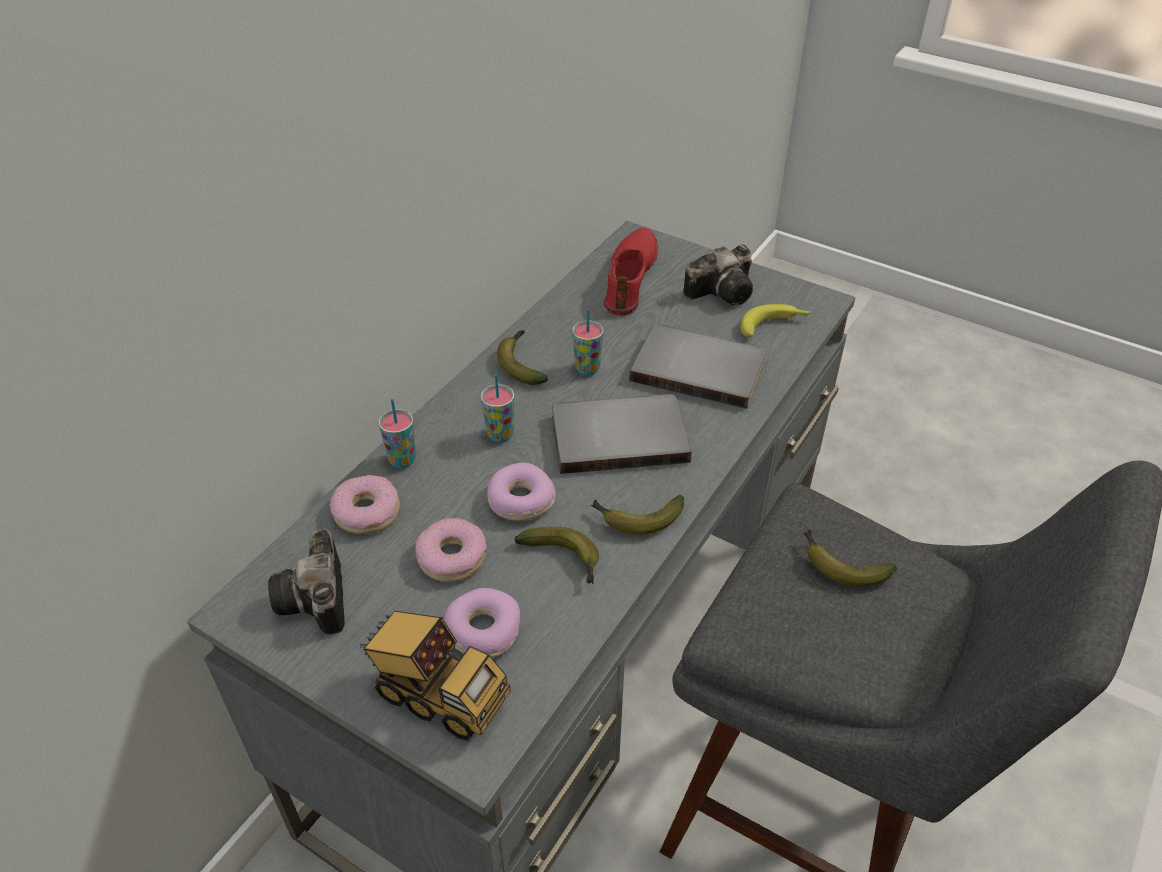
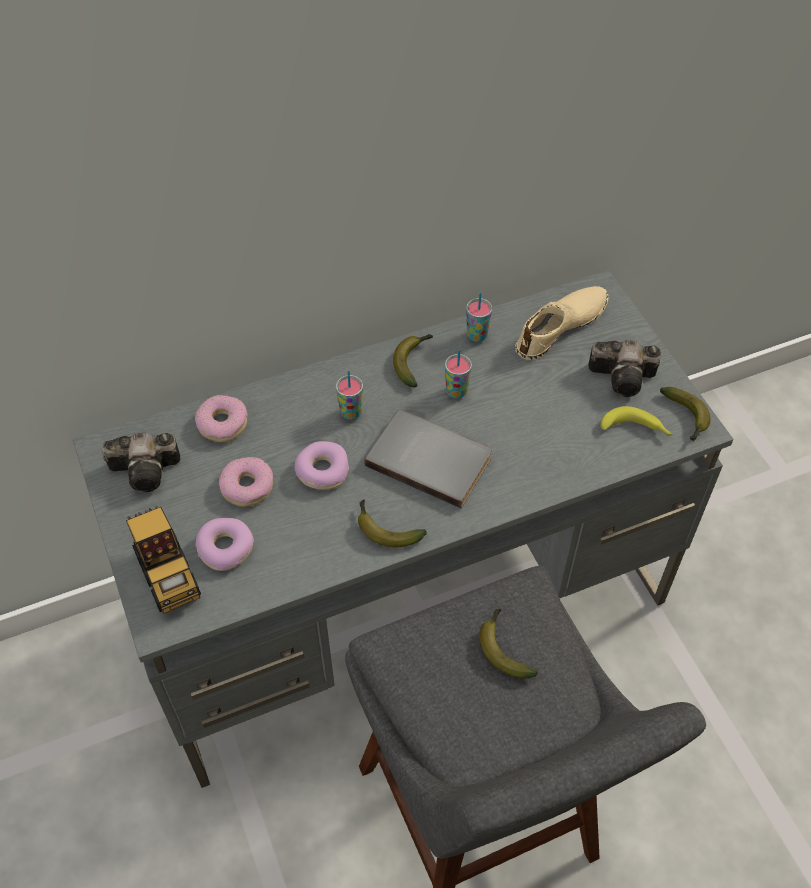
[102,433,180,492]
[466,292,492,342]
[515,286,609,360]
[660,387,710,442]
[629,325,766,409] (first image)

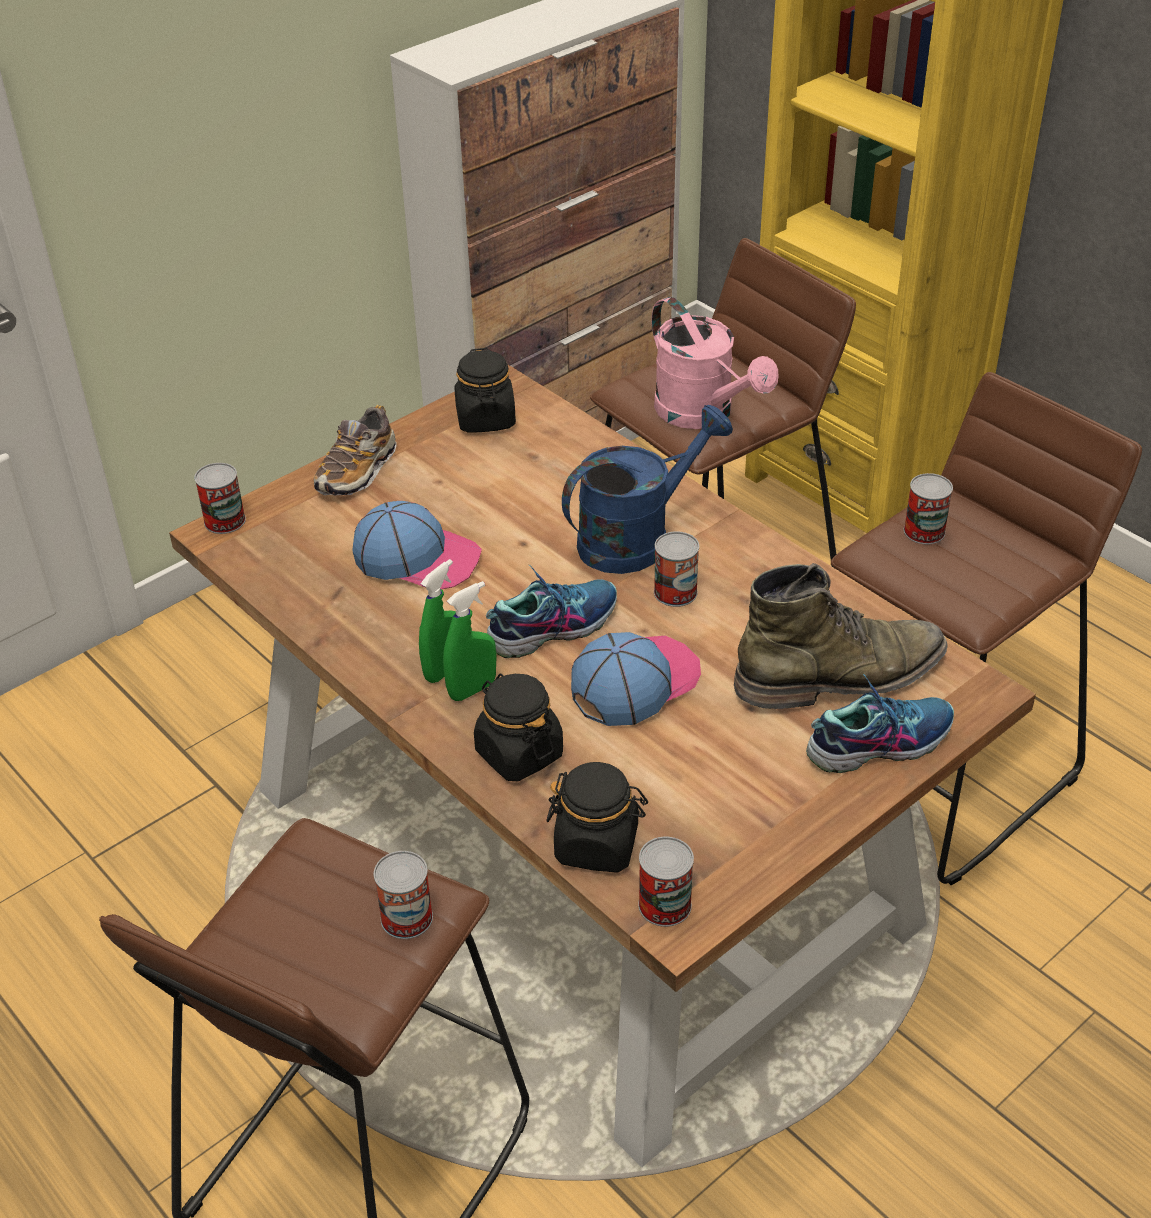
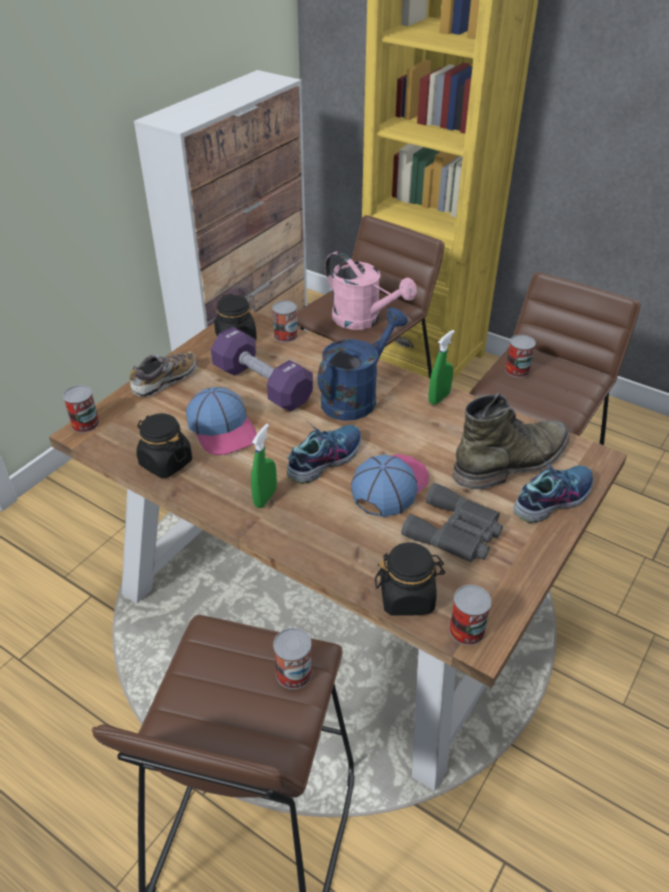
[129,352,197,397]
[136,413,192,478]
[186,387,257,455]
[211,327,313,411]
[272,301,298,342]
[401,483,503,563]
[428,330,455,405]

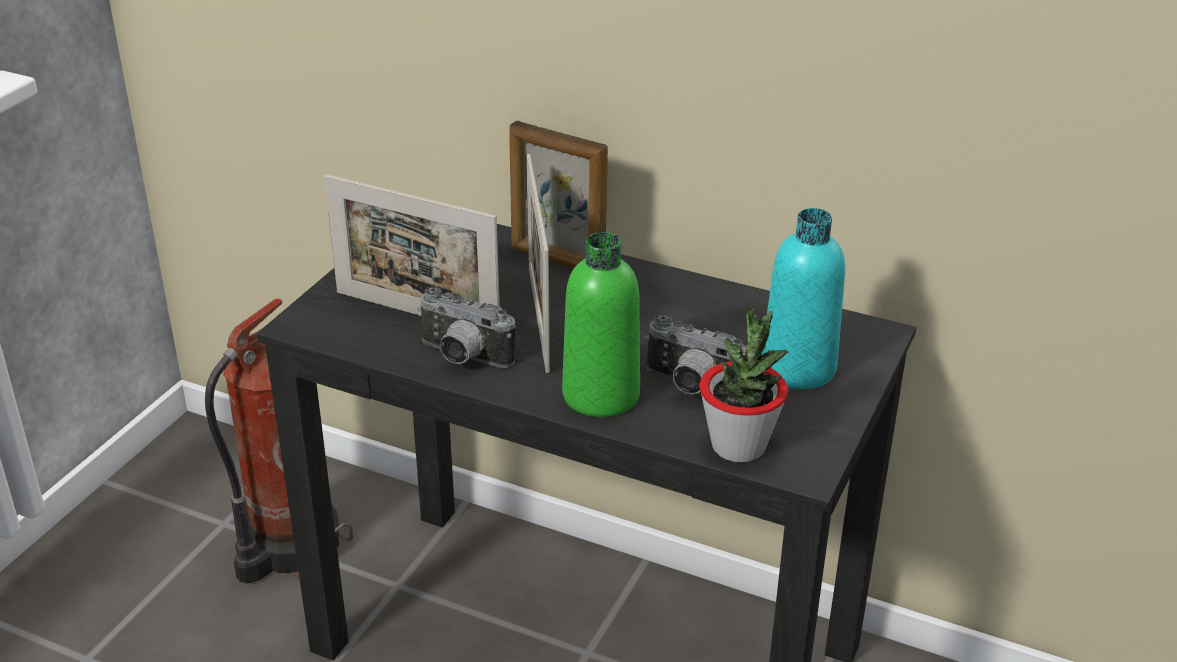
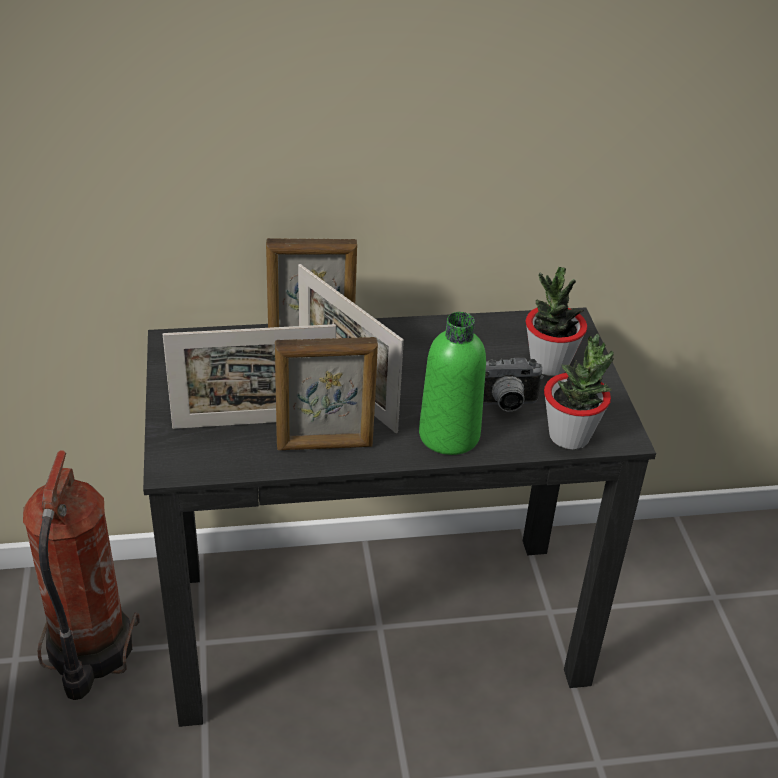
[275,337,378,450]
[526,267,587,376]

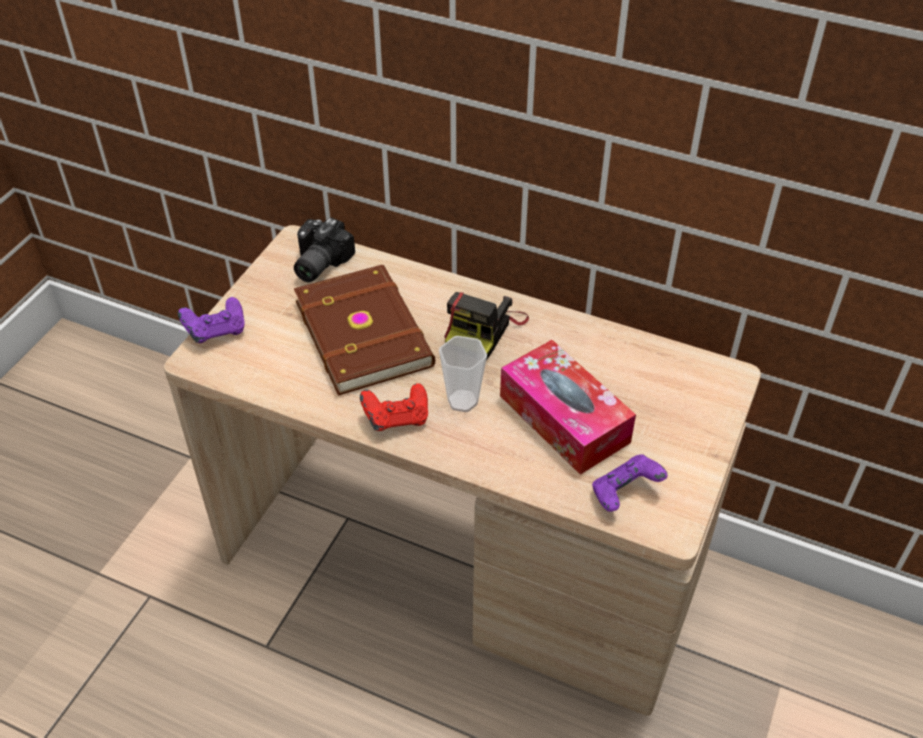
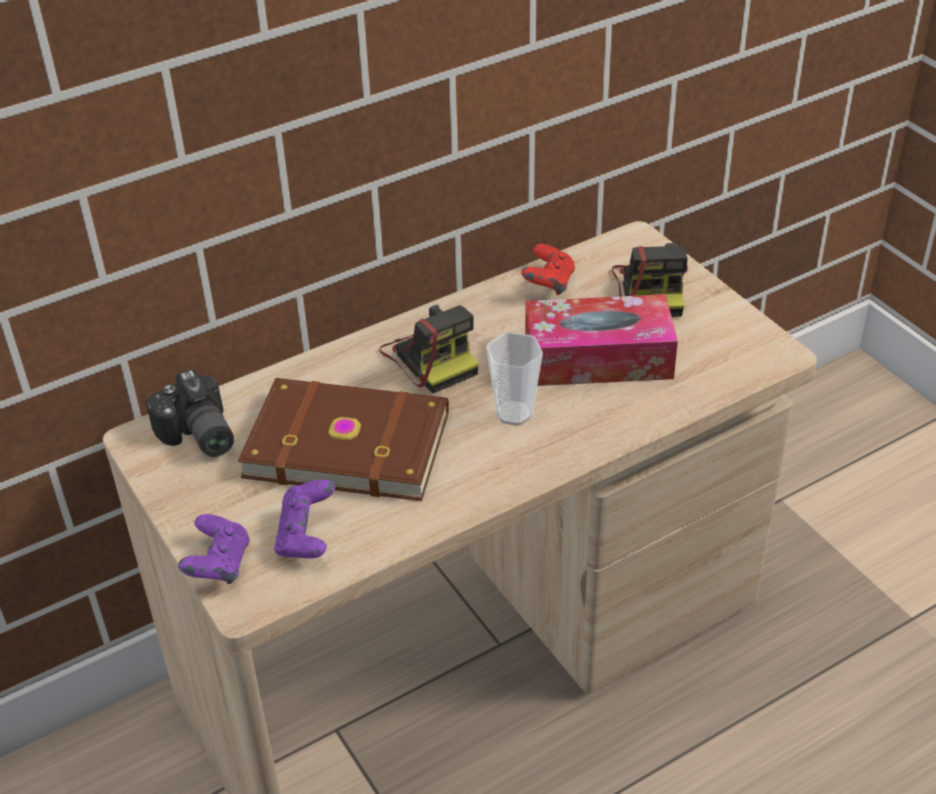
[274,479,335,558]
[521,244,575,295]
[612,243,688,317]

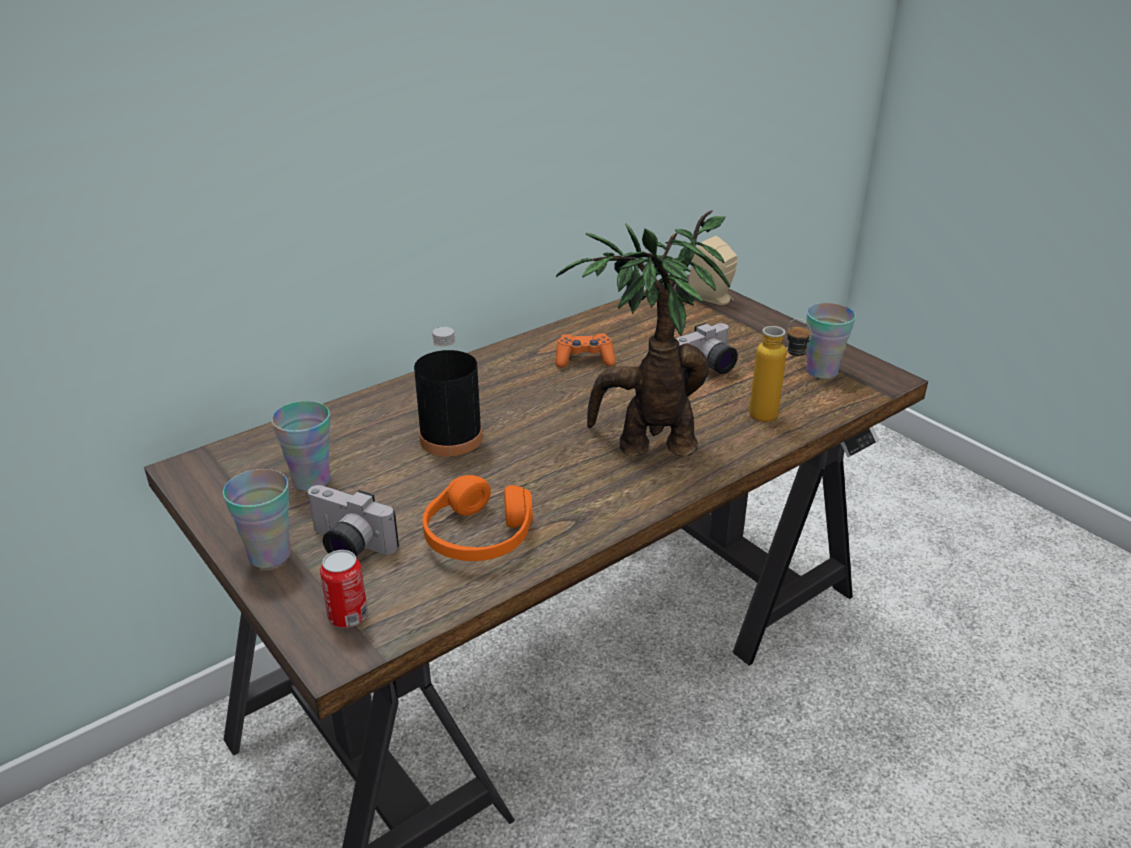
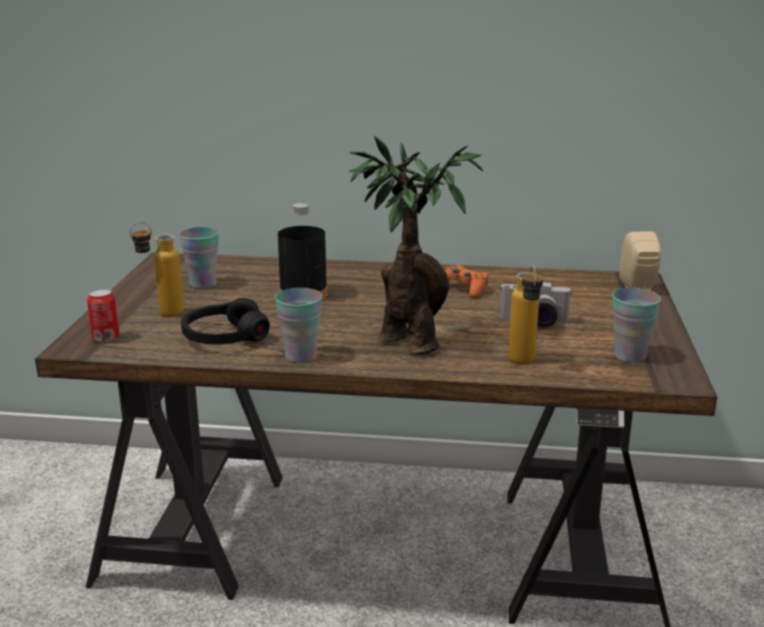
[130,222,184,317]
[181,298,270,345]
[275,288,323,363]

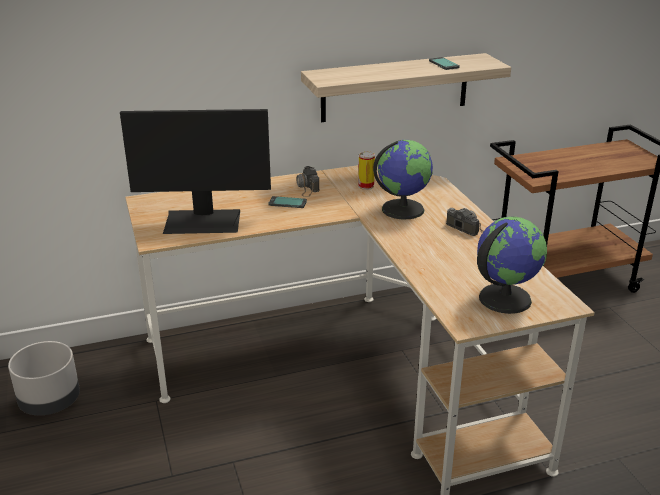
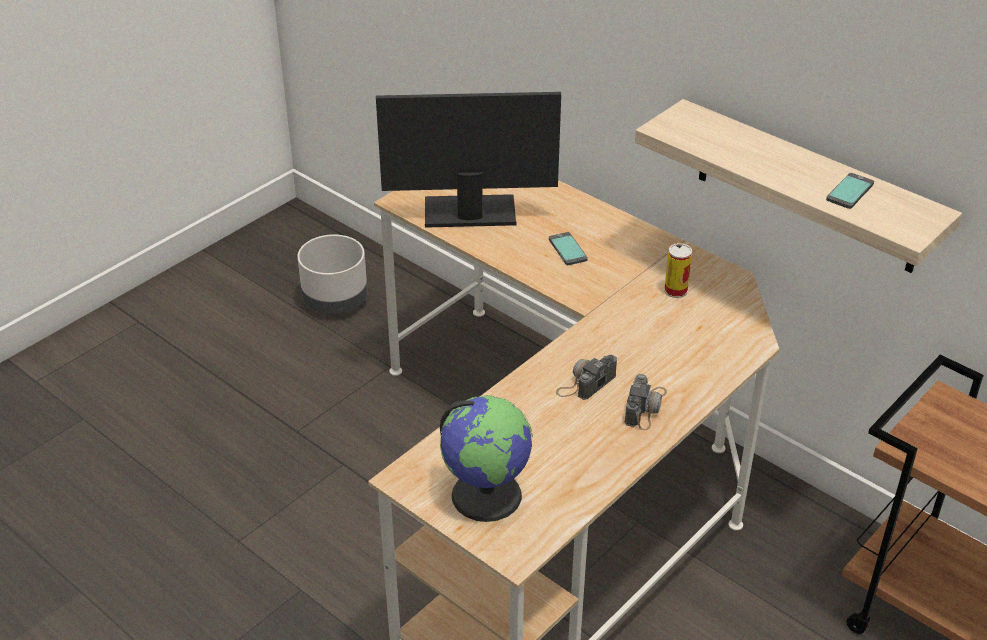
[376,92,561,228]
[556,355,617,400]
[373,140,433,220] (first image)

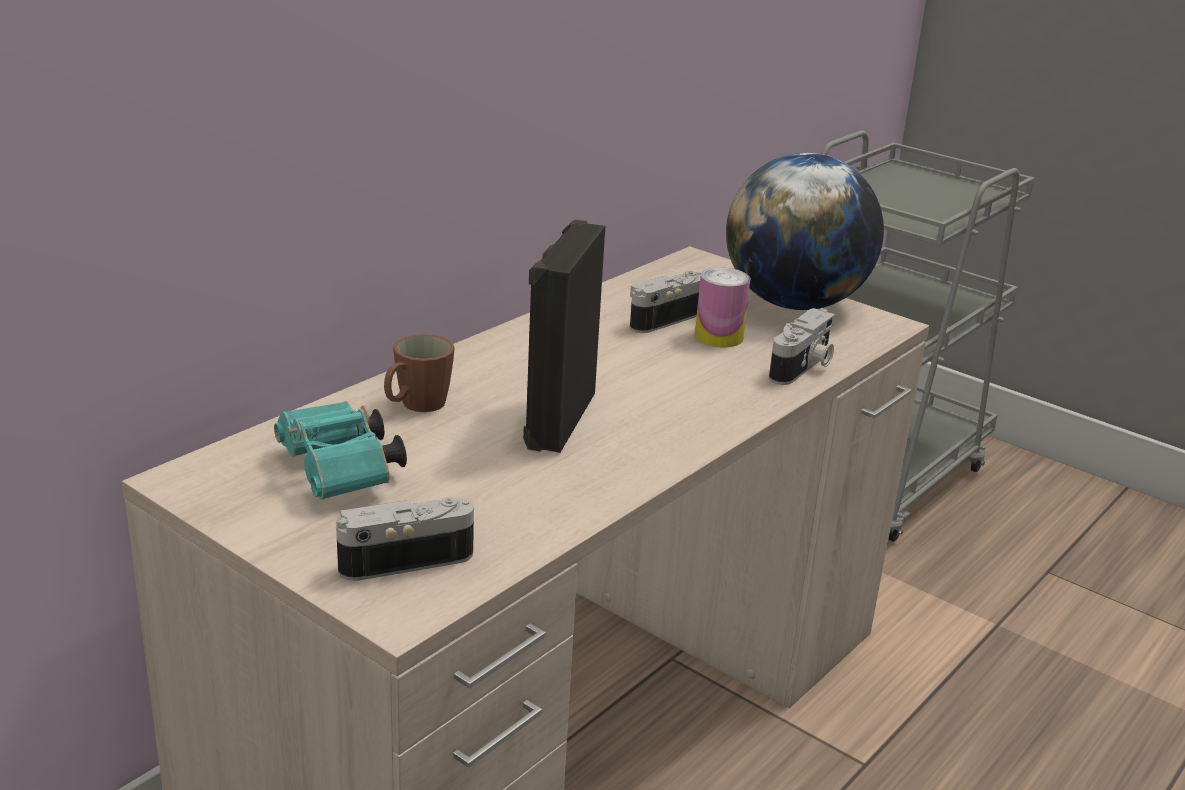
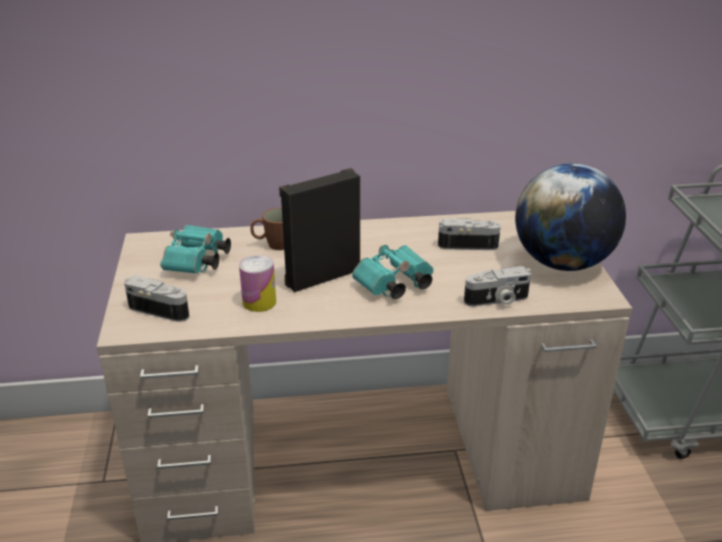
[239,255,276,312]
[352,245,433,299]

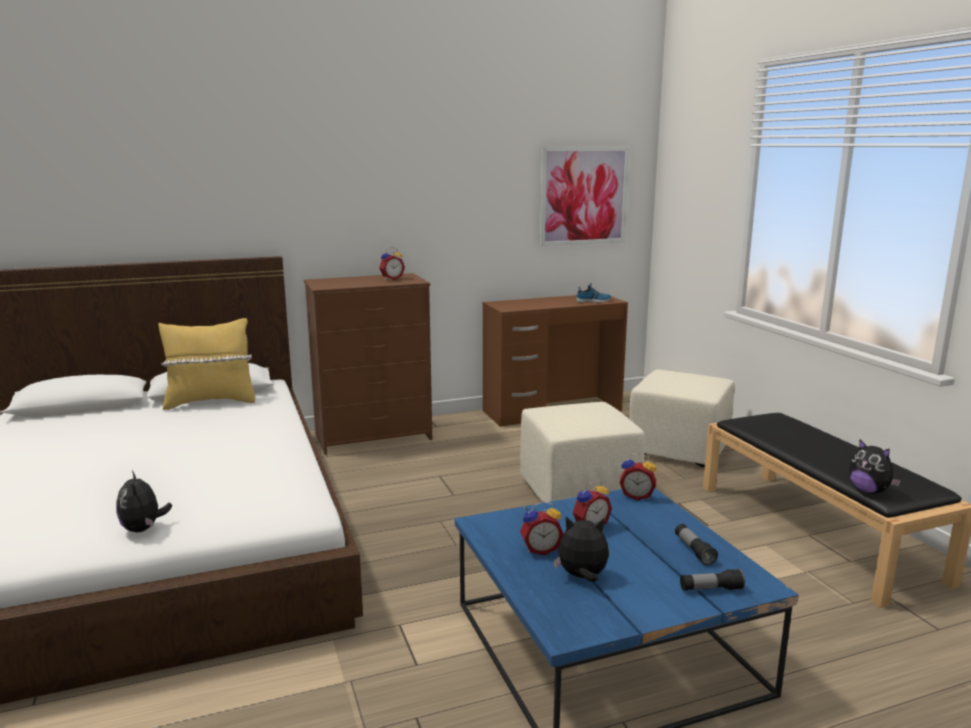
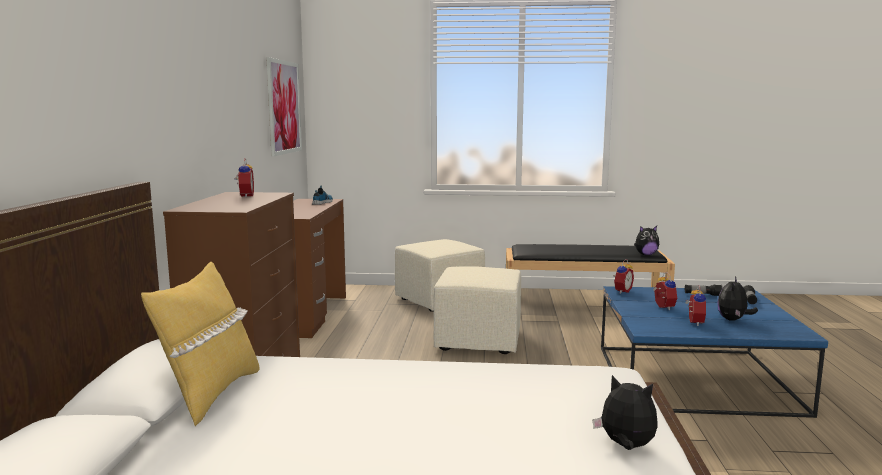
[593,375,658,450]

